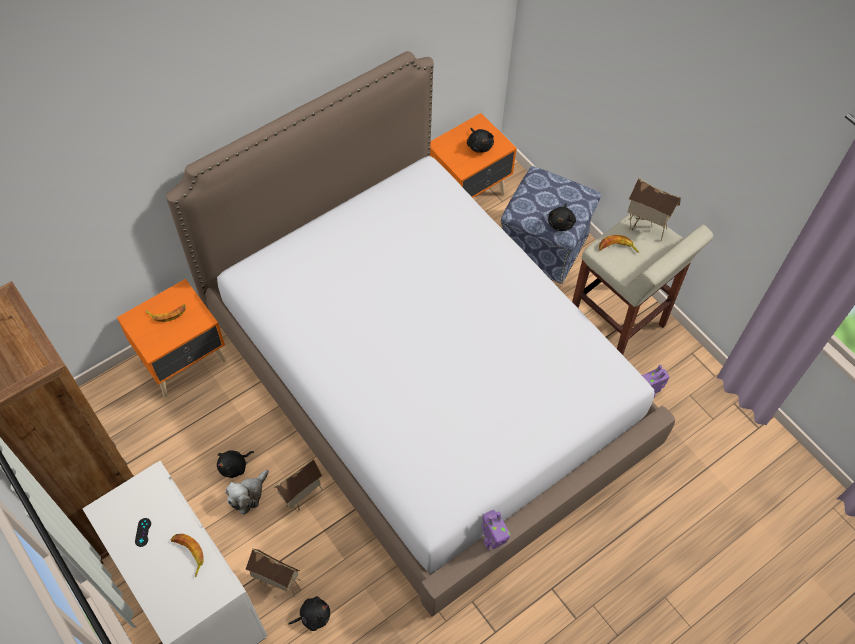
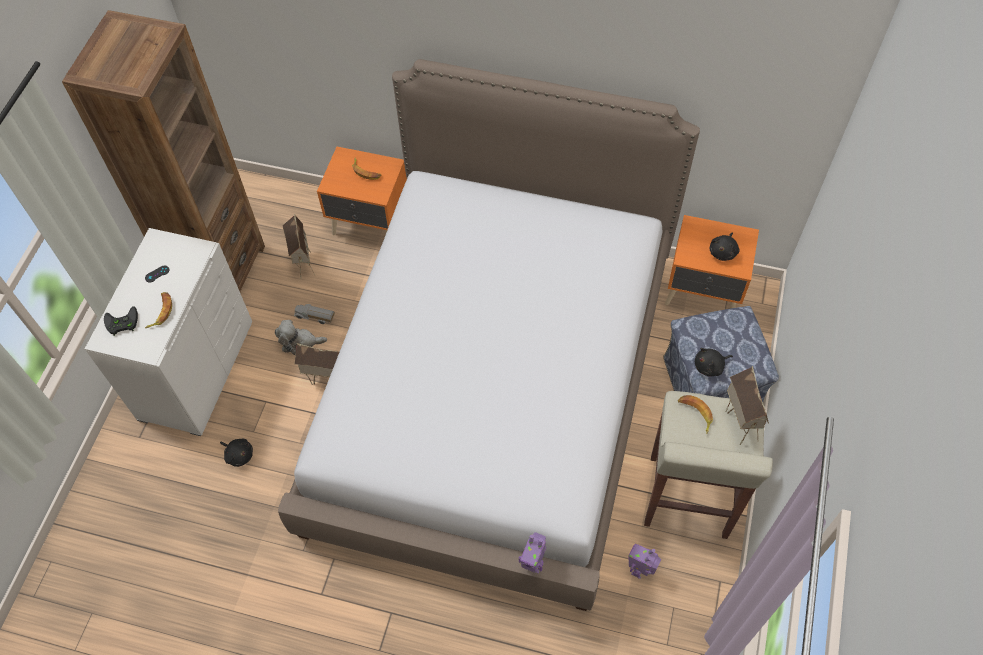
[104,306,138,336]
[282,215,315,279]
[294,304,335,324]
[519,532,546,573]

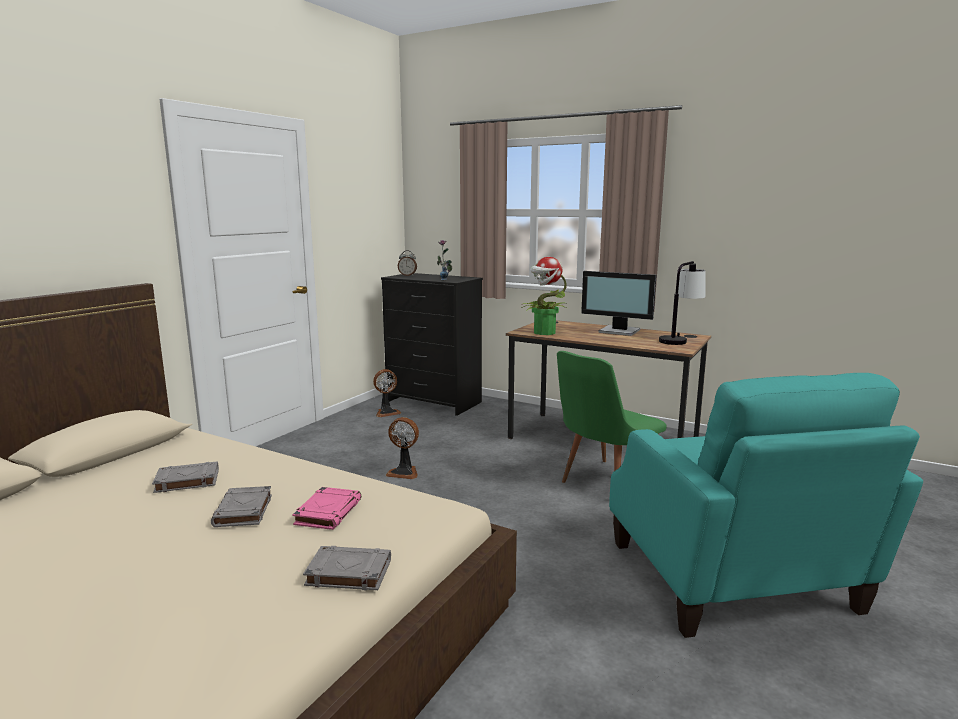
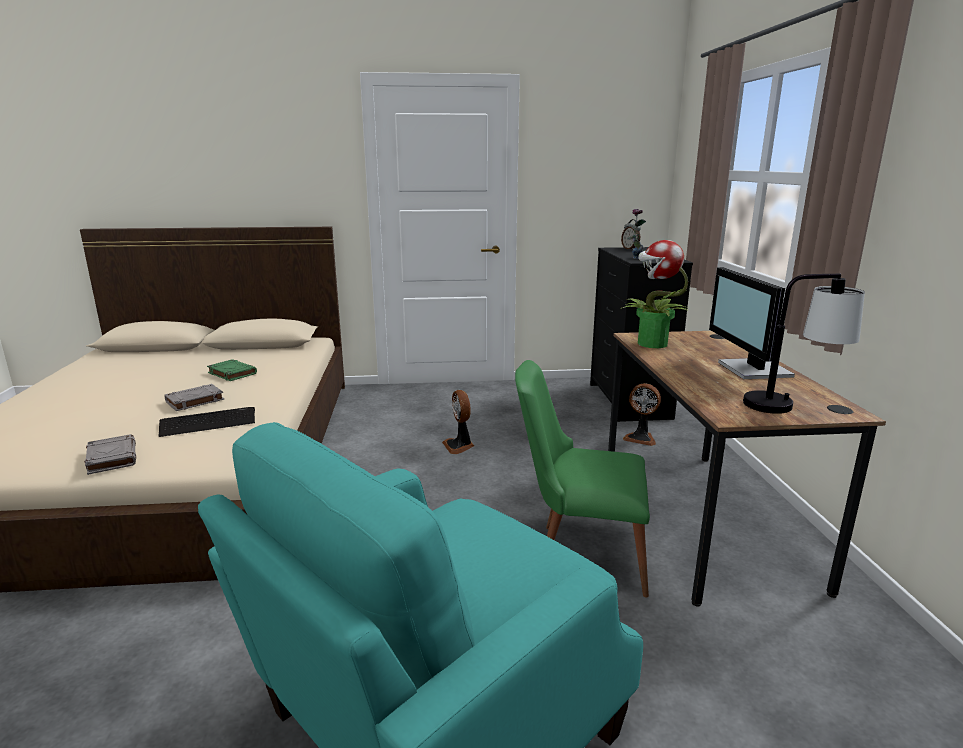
[159,407,255,437]
[207,359,257,381]
[622,383,661,446]

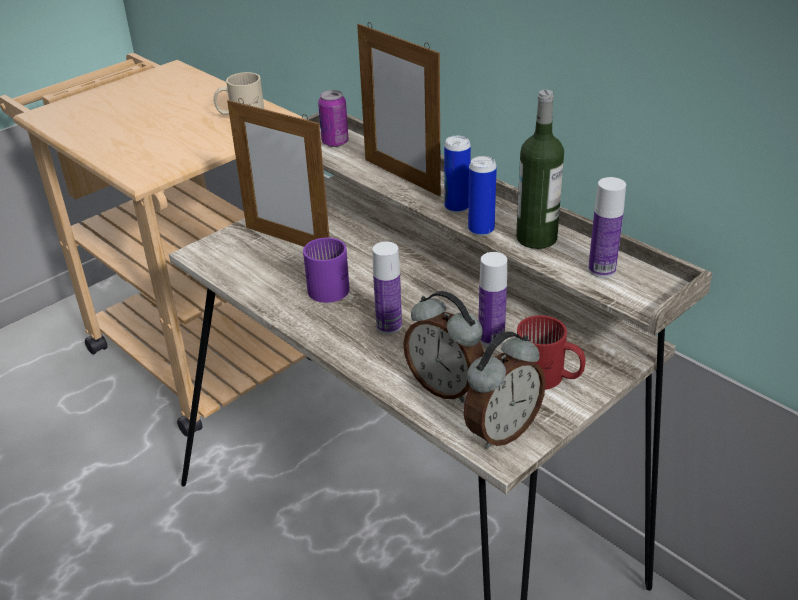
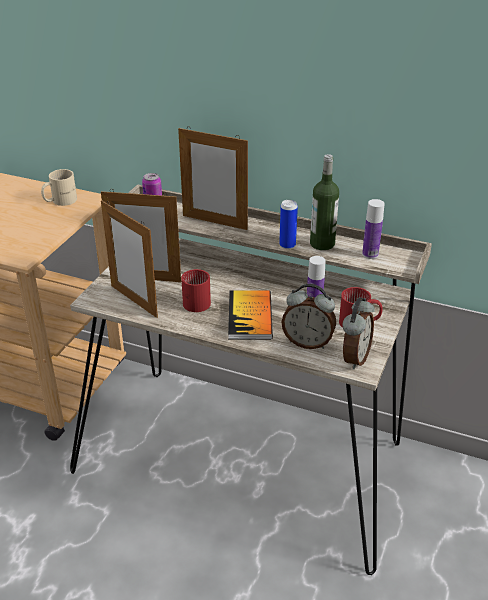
[101,200,158,318]
[181,269,211,312]
[228,290,273,339]
[444,136,471,213] (first image)

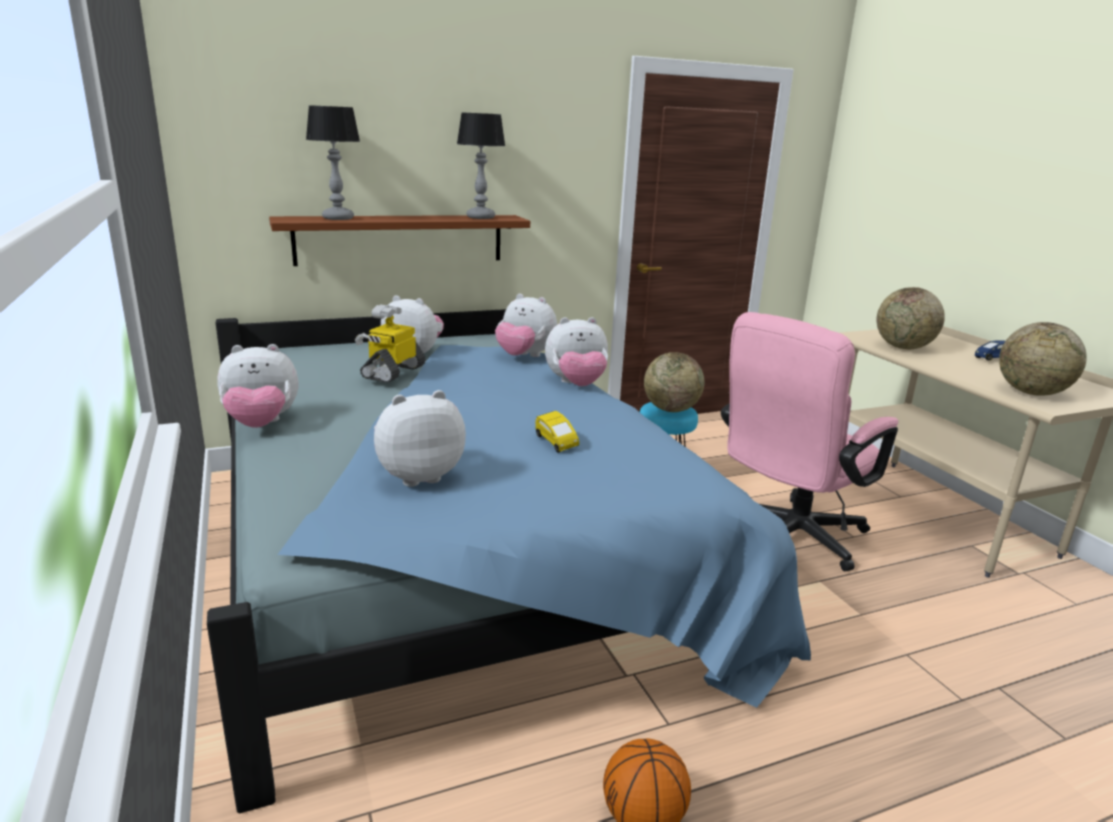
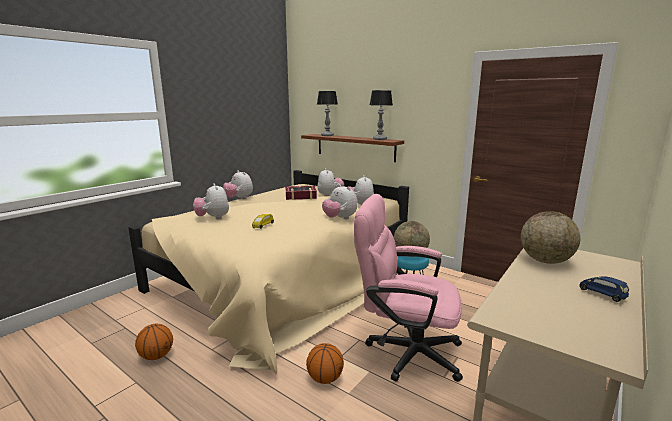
[128,170,409,375]
[193,183,229,219]
[285,186,317,200]
[306,343,344,384]
[999,322,1087,396] (first image)

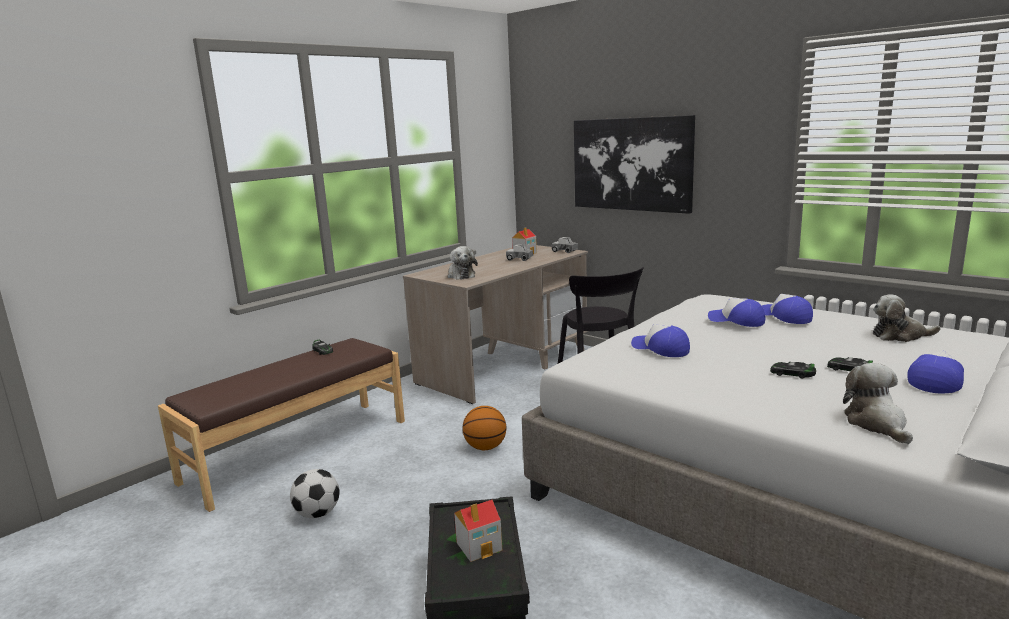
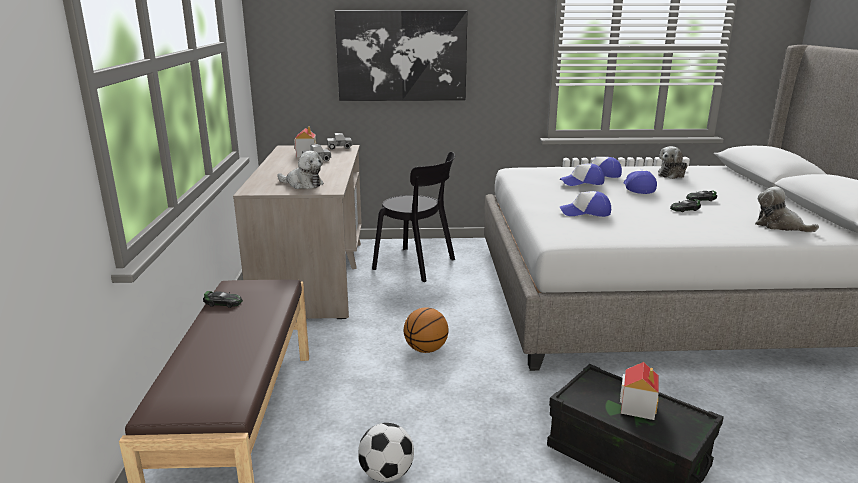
[623,168,657,194]

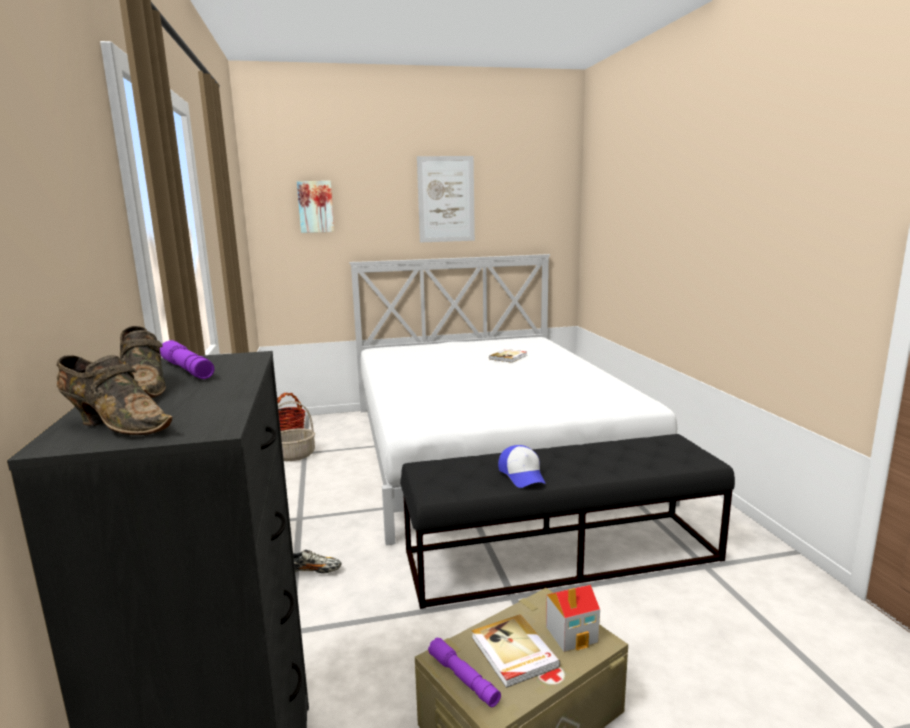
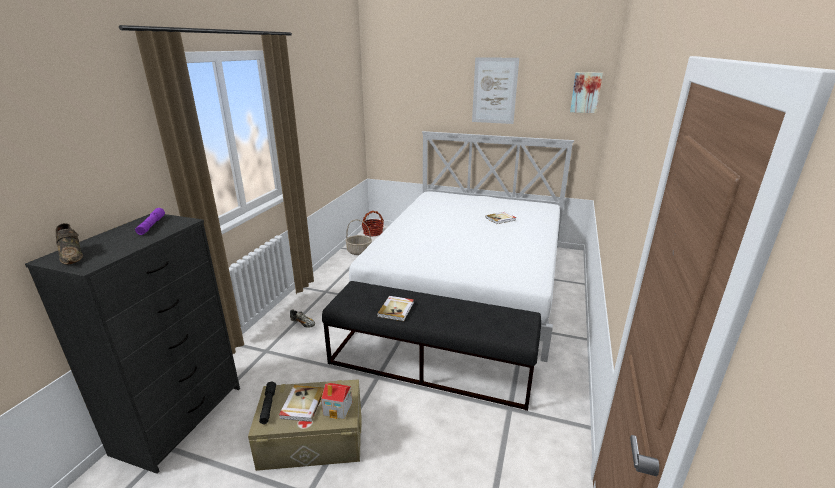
[259,381,276,424]
[377,296,414,321]
[570,72,603,113]
[120,326,166,398] (first image)

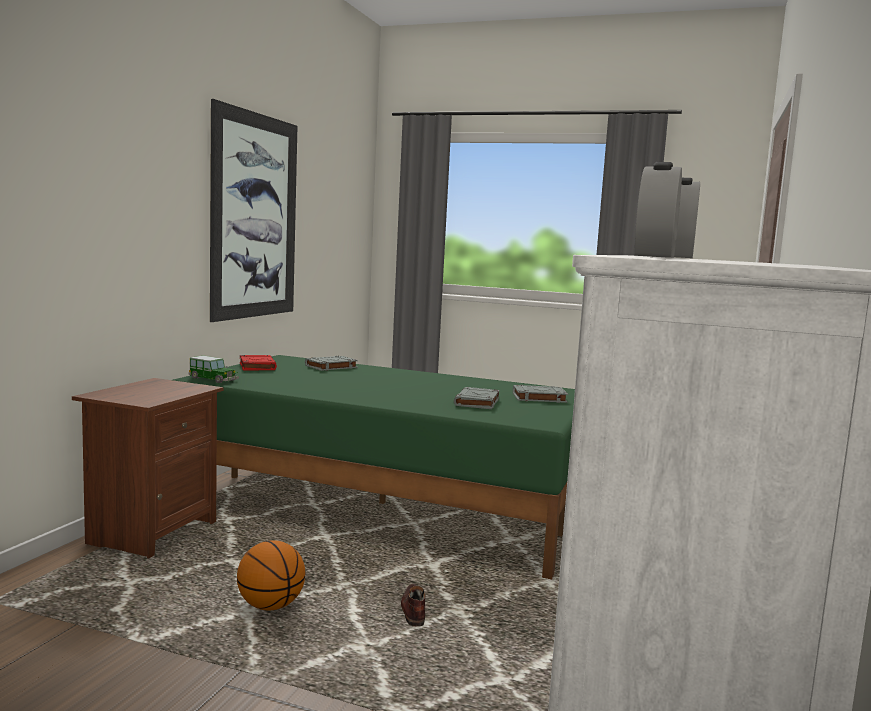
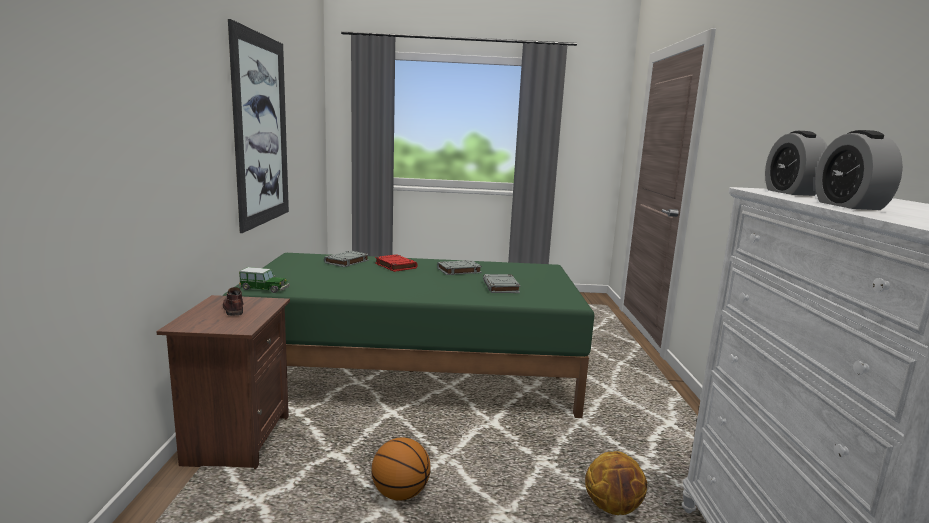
[223,287,243,316]
[375,254,418,272]
[437,260,482,275]
[585,451,647,515]

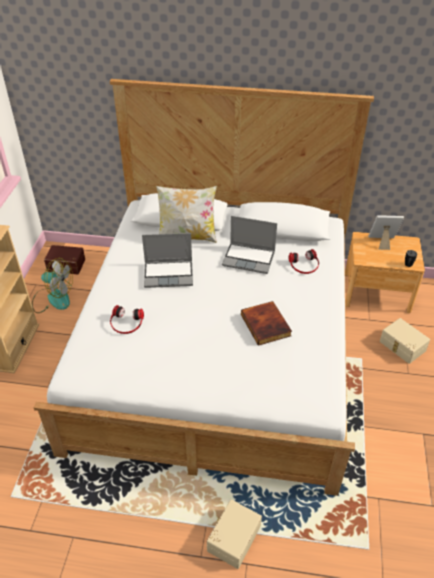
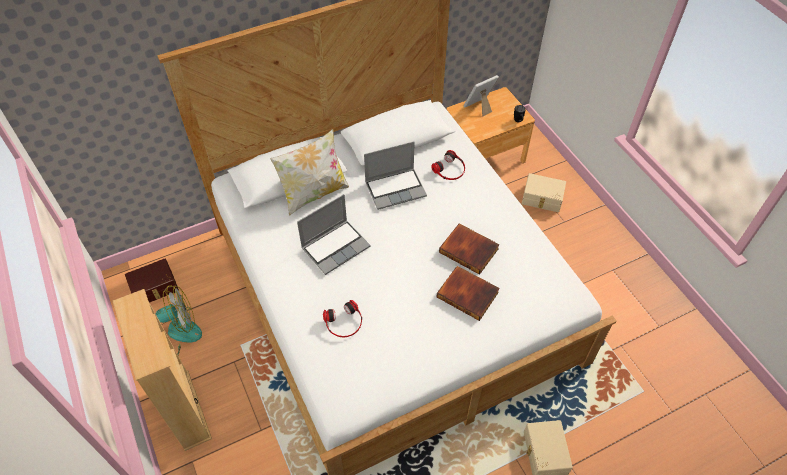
[437,266,500,321]

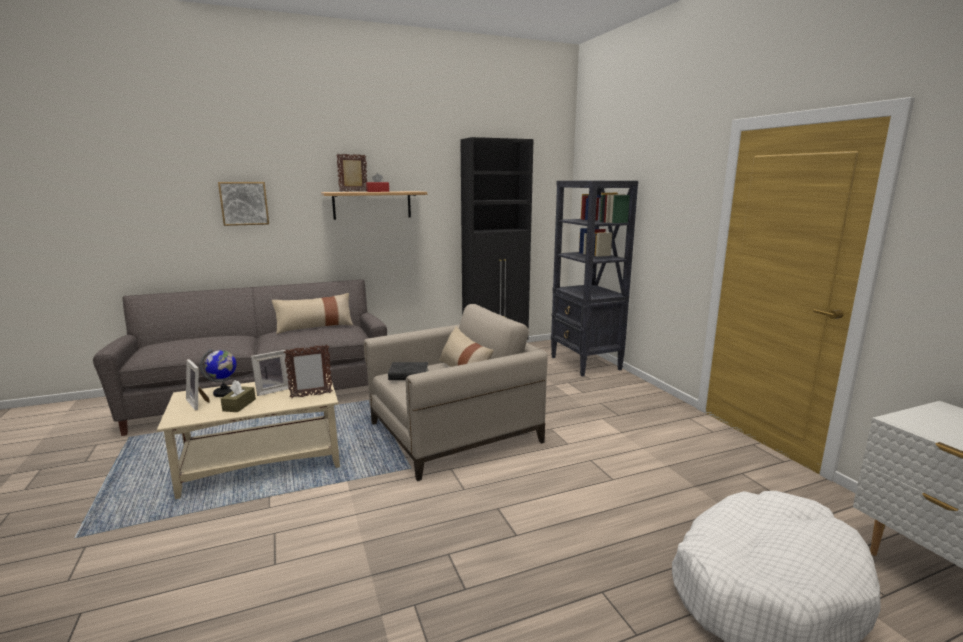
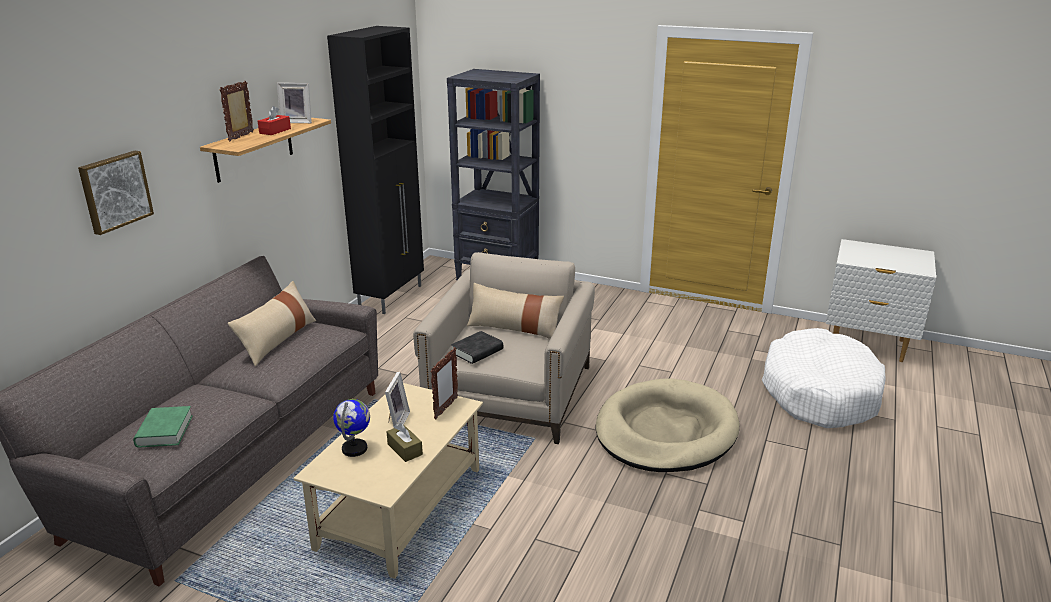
[133,406,193,447]
[277,83,312,123]
[595,378,739,472]

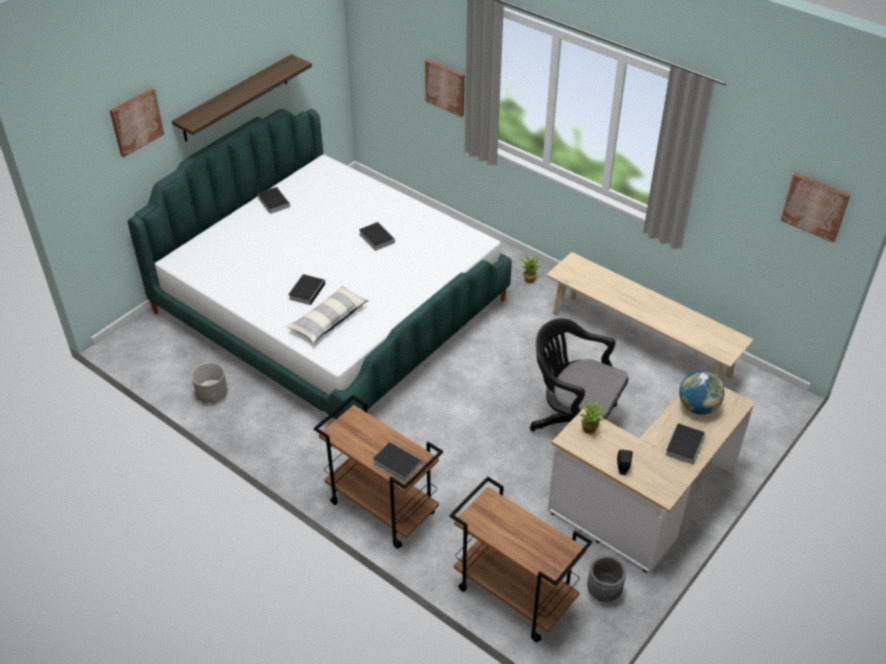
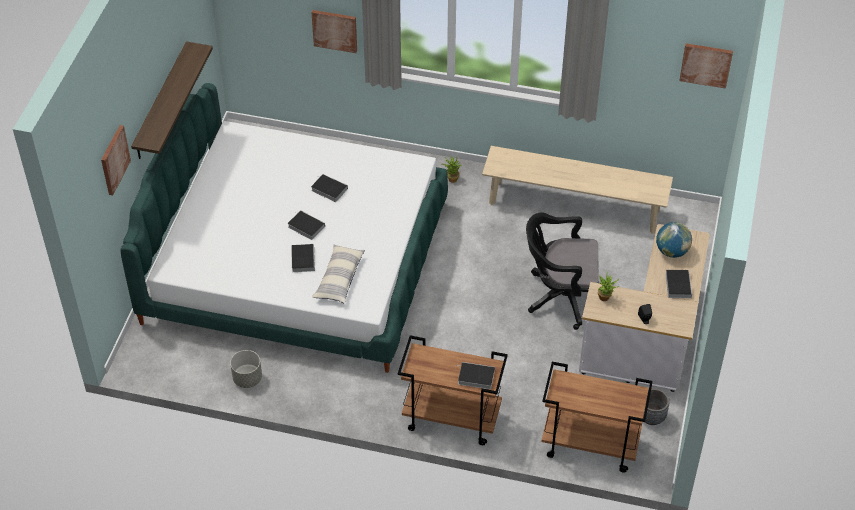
[288,210,325,240]

